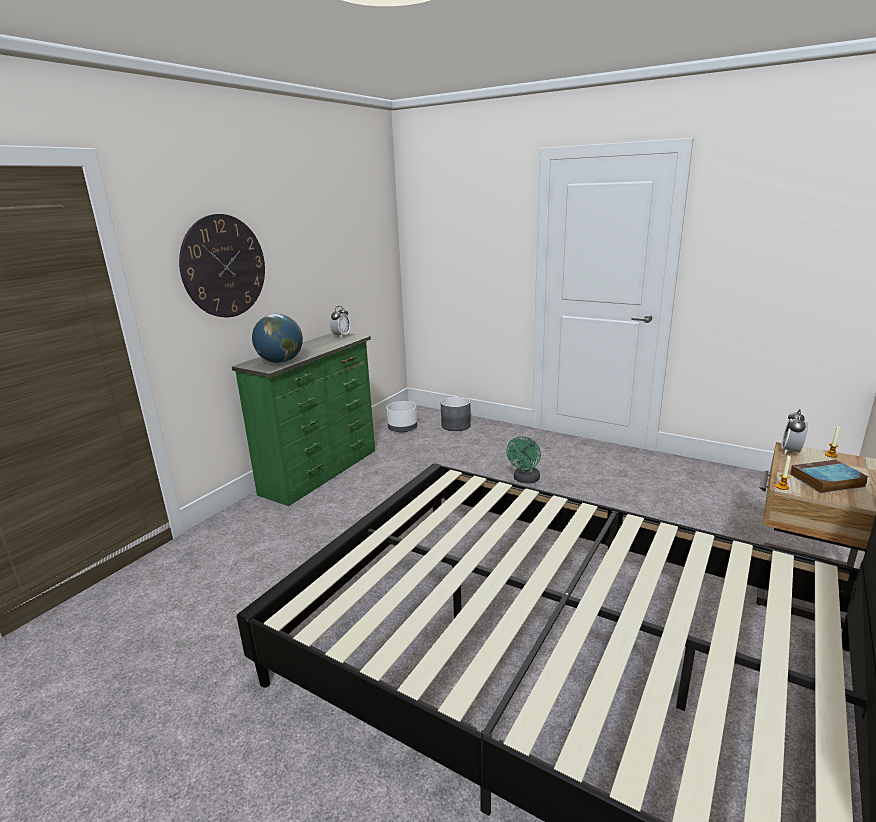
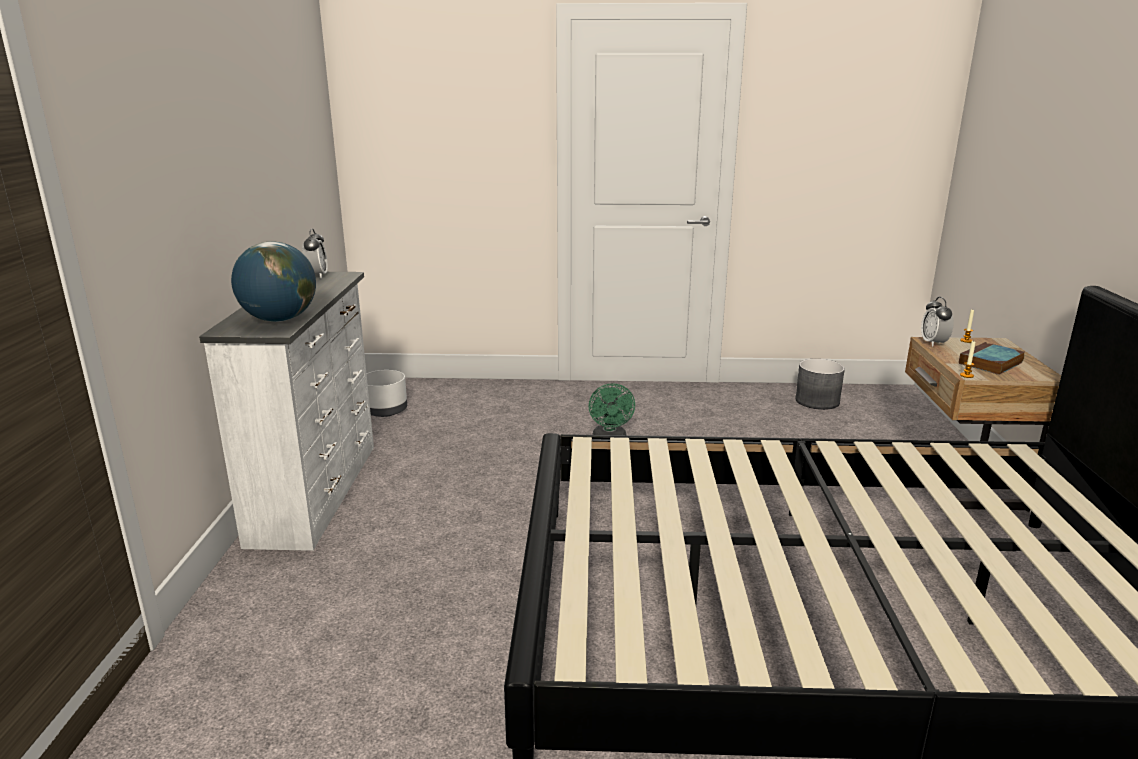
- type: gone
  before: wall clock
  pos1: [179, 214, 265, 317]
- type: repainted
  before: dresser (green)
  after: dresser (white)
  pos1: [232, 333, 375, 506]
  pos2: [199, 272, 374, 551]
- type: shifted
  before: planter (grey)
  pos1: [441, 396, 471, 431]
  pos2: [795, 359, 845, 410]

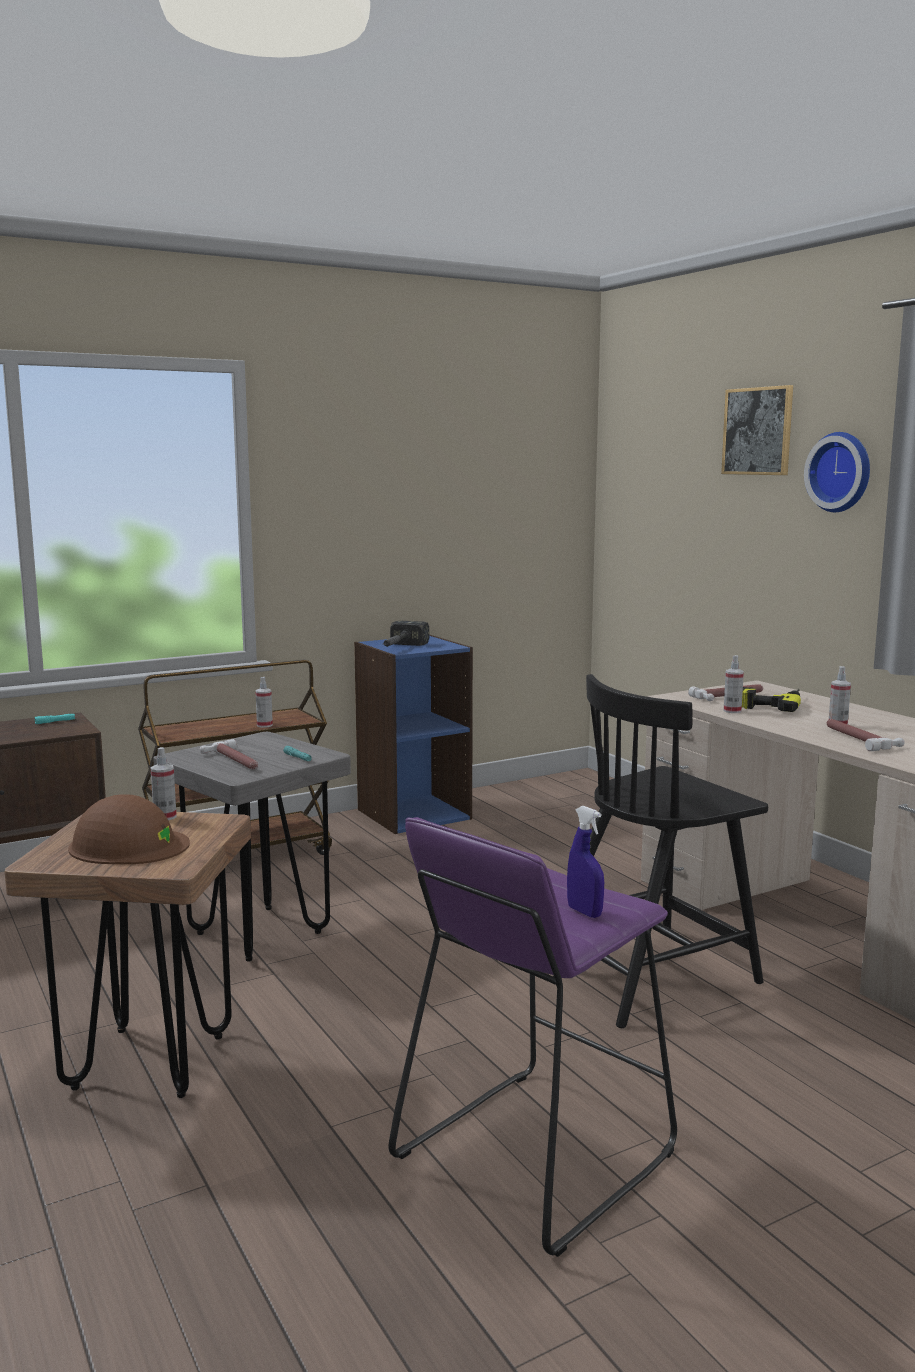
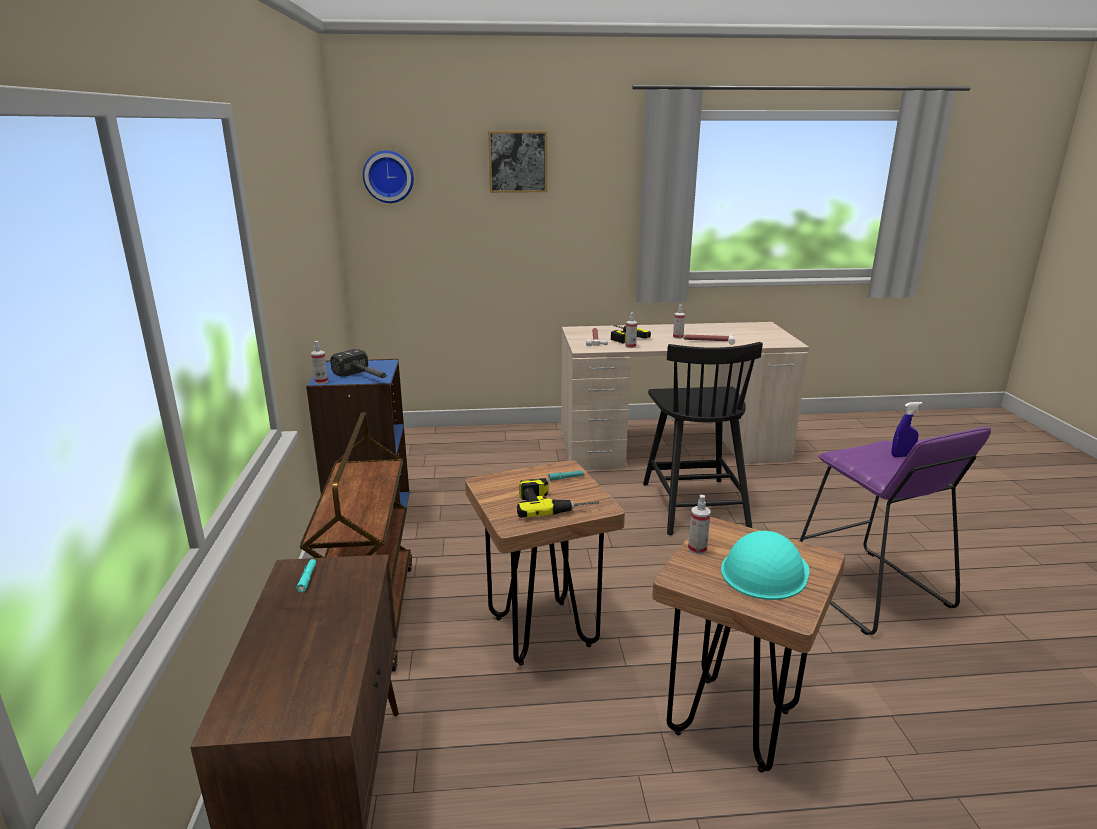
- type: repainted
  before: hard hat (brown)
  after: hard hat (turquoise)
  pos1: [68, 794, 190, 864]
  pos2: [721, 531, 810, 600]
- type: repainted
  before: stool (grey)
  after: stool (brown)
  pos1: [153, 732, 351, 962]
  pos2: [465, 460, 625, 665]
- type: swapped
  before: hammer
  after: power drill
  pos1: [200, 739, 258, 769]
  pos2: [517, 478, 599, 518]
- type: shifted
  before: spray bottle
  pos1: [255, 677, 273, 728]
  pos2: [311, 341, 328, 384]
- type: shifted
  before: wall clock
  pos1: [804, 432, 870, 512]
  pos2: [363, 150, 414, 203]

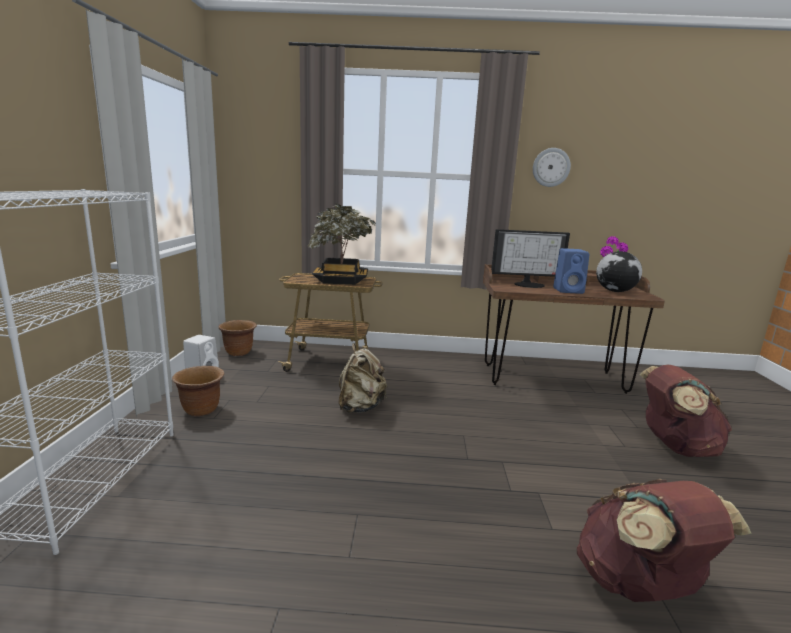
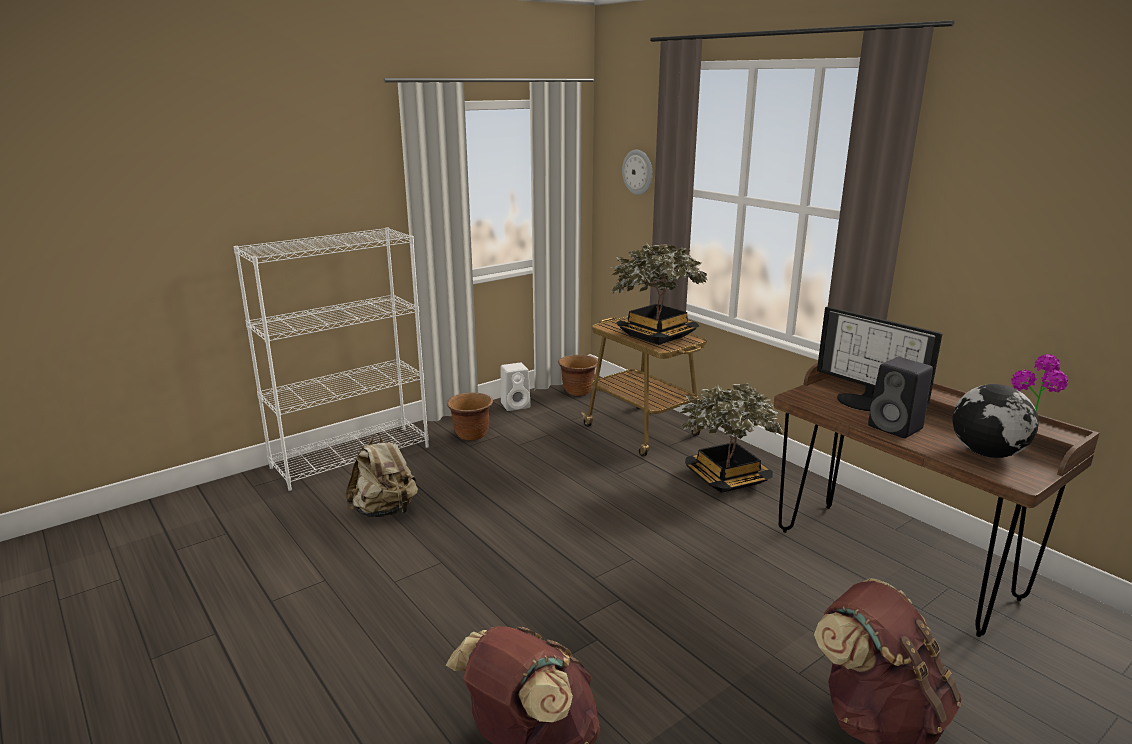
- type: shifted
  before: backpack (beige)
  pos1: [338, 343, 387, 413]
  pos2: [346, 433, 418, 517]
- type: shifted
  before: wall clock
  pos1: [533, 148, 571, 187]
  pos2: [622, 150, 653, 195]
- type: repainted
  before: speaker (blue)
  after: speaker (black)
  pos1: [553, 248, 589, 294]
  pos2: [868, 357, 933, 438]
- type: new
  after: potted plant
  pos2: [679, 383, 783, 493]

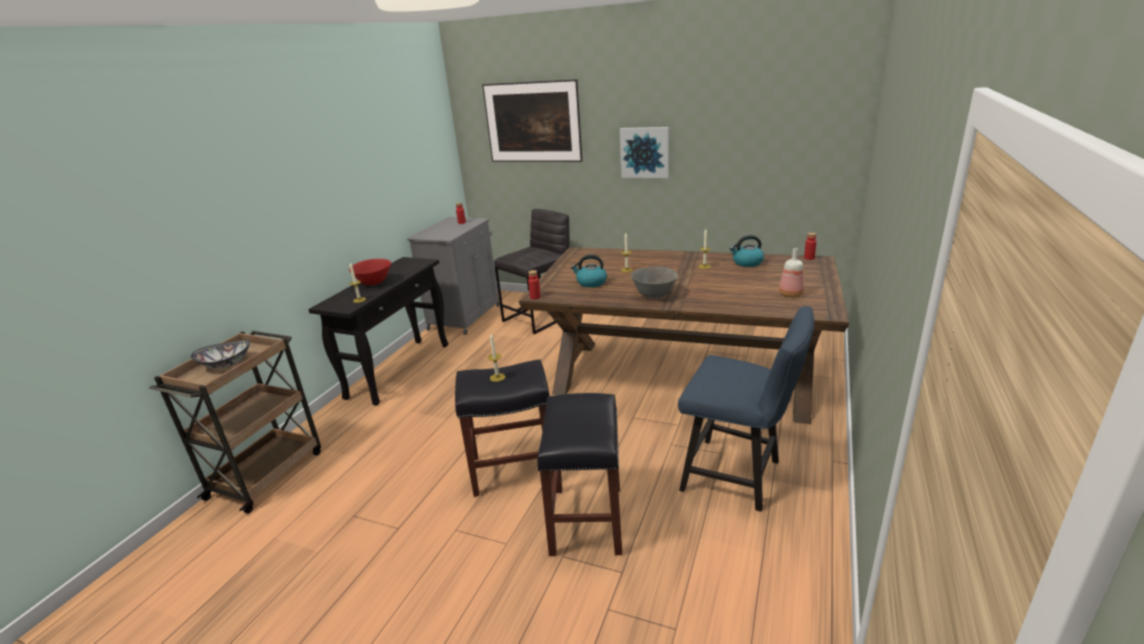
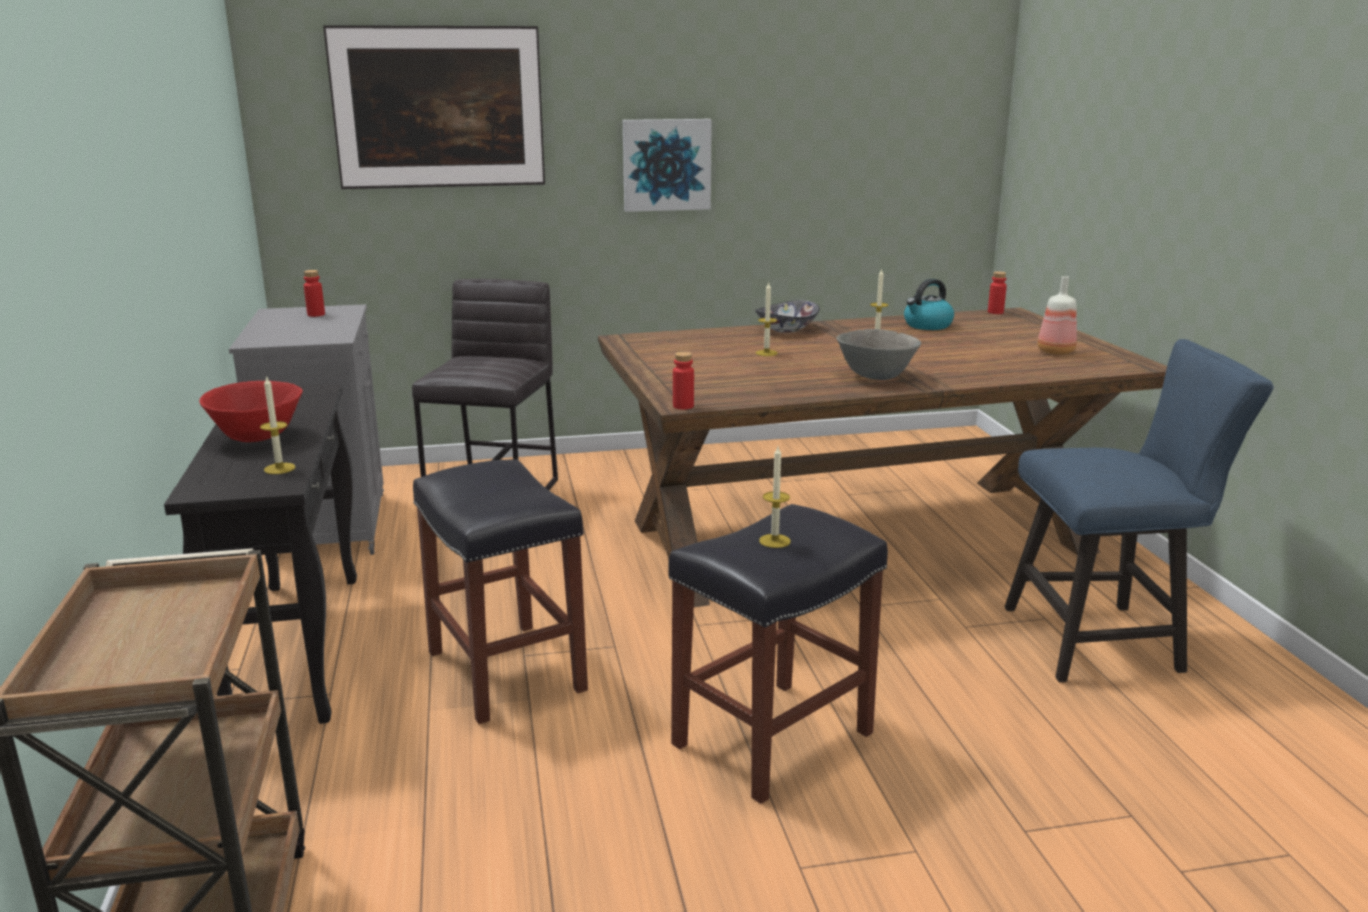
- type: shifted
  before: bowl
  pos1: [191, 340, 250, 368]
  pos2: [755, 300, 820, 333]
- type: shifted
  before: stool (black)
  pos1: [537, 393, 622, 556]
  pos2: [413, 459, 588, 724]
- type: gone
  before: kettle
  pos1: [571, 255, 607, 287]

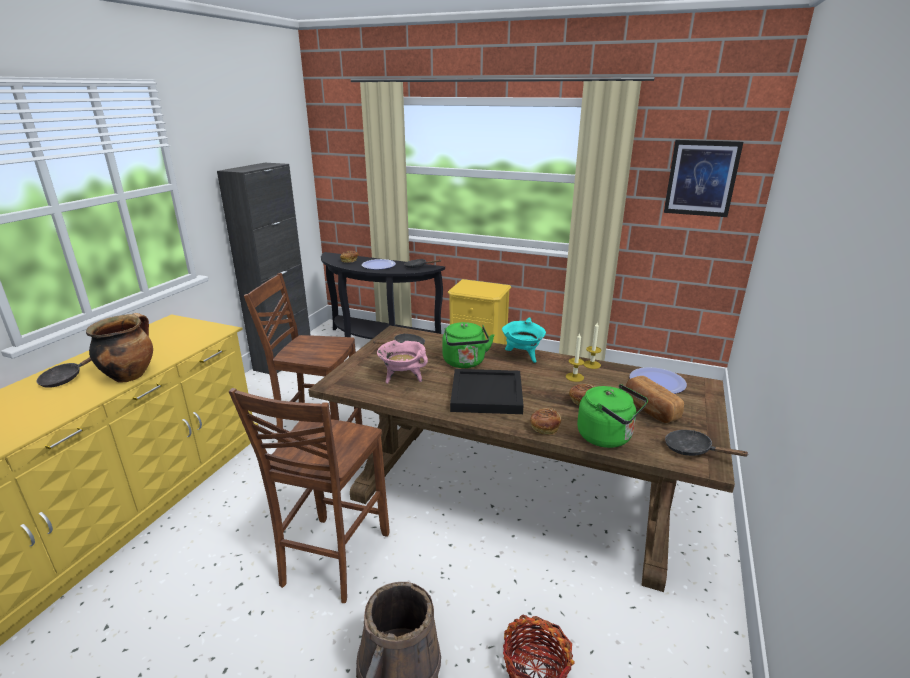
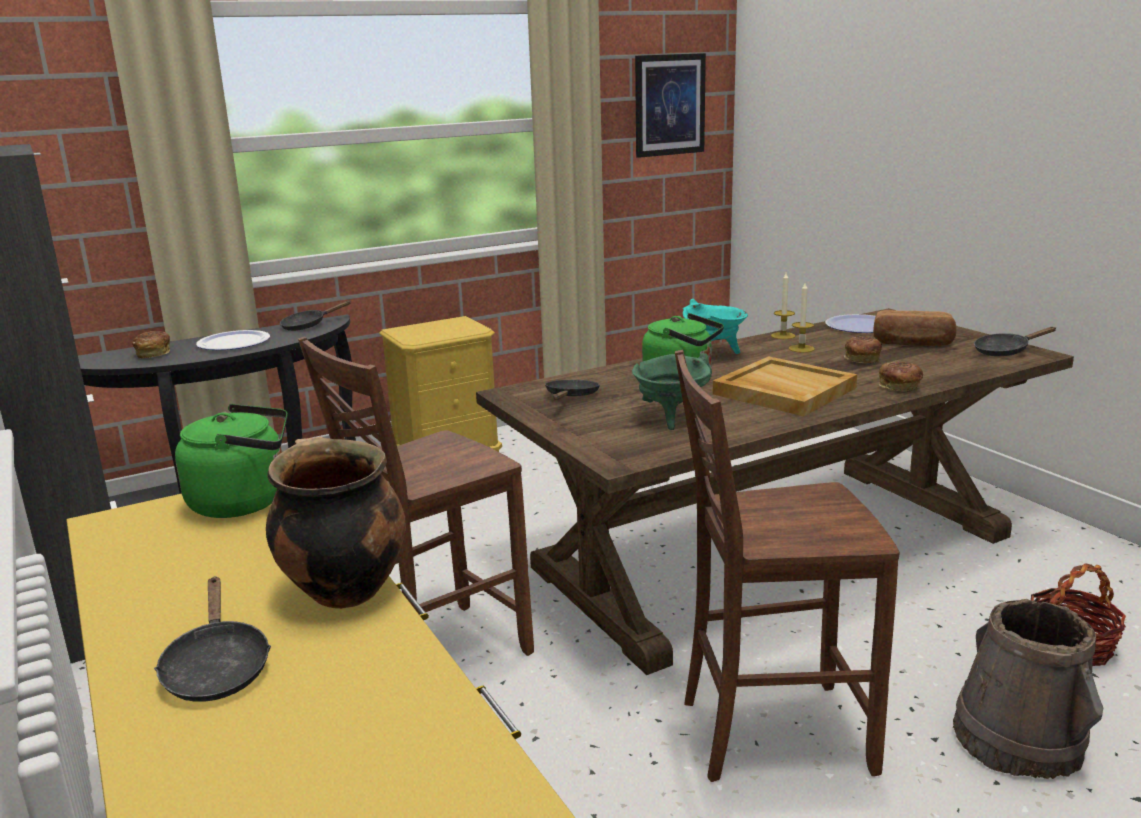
- type: rotated
  before: chair (brown)
  pos1: [229, 388, 390, 603]
  pos2: [675, 350, 900, 782]
  turn: 120
- type: repainted
  before: cooking pot (pink)
  after: cooking pot (green)
  pos1: [377, 340, 428, 384]
  pos2: [632, 353, 712, 430]
- type: repainted
  before: tray (black)
  after: tray (beige)
  pos1: [450, 369, 524, 414]
  pos2: [713, 356, 857, 416]
- type: shifted
  before: kettle (green)
  pos1: [577, 384, 648, 448]
  pos2: [175, 404, 288, 518]

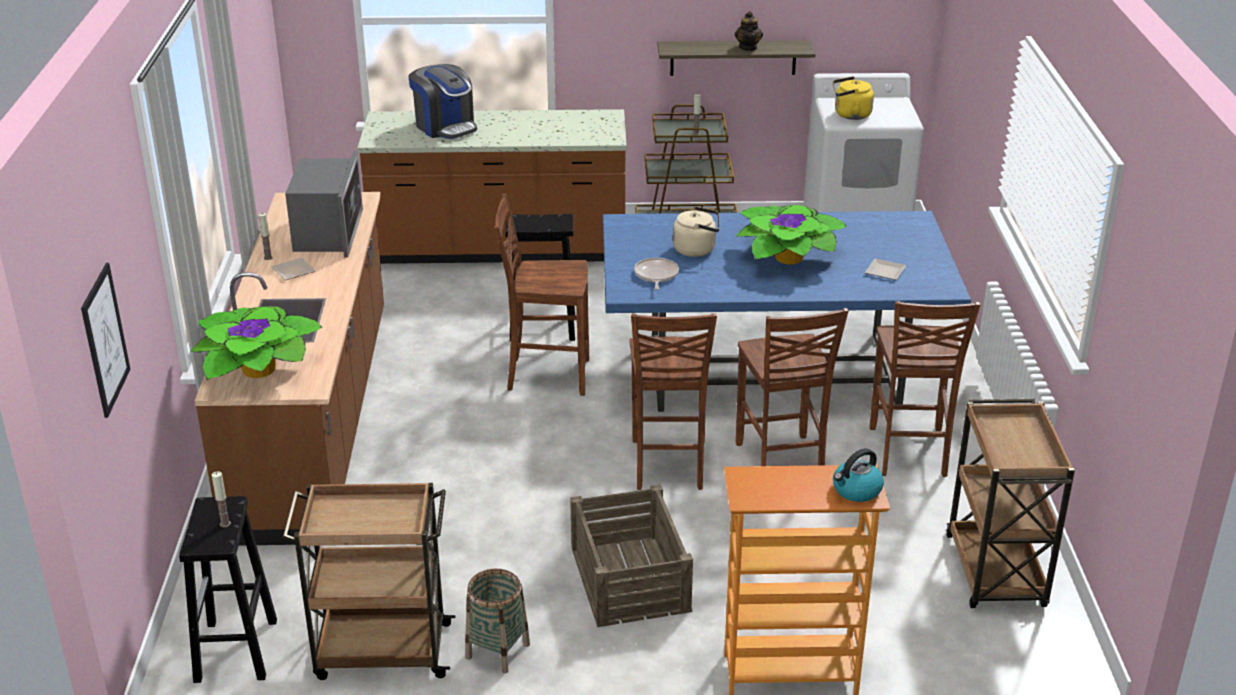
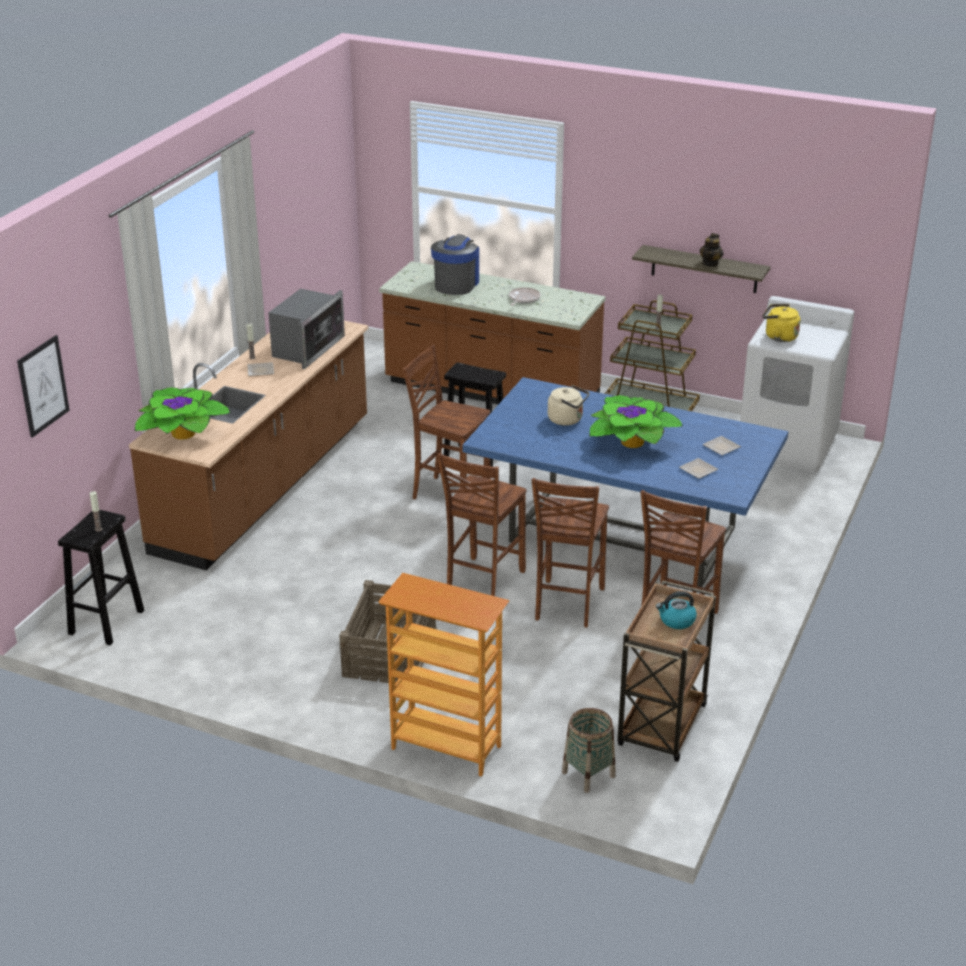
- type: gone
  before: cart (brown)
  pos1: [282, 483, 455, 680]
- type: rotated
  before: coffee machine
  pos1: [408, 64, 477, 139]
  pos2: [431, 234, 479, 295]
  turn: -150
- type: shifted
  before: basket
  pos1: [465, 569, 530, 673]
  pos2: [562, 708, 616, 793]
- type: shifted
  before: frying pan
  pos1: [634, 258, 679, 290]
  pos2: [509, 287, 541, 306]
- type: shifted
  before: kettle
  pos1: [833, 448, 884, 502]
  pos2: [656, 591, 697, 629]
- type: new
  after: plate
  pos2: [703, 436, 741, 455]

